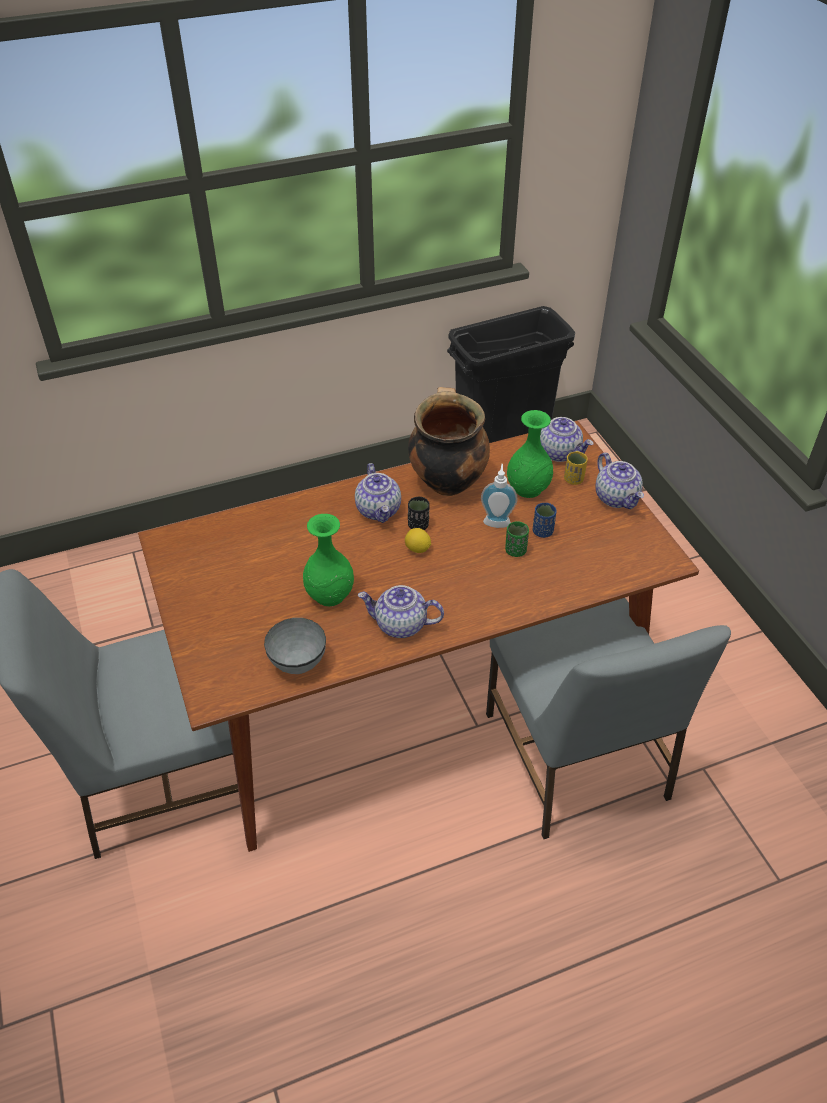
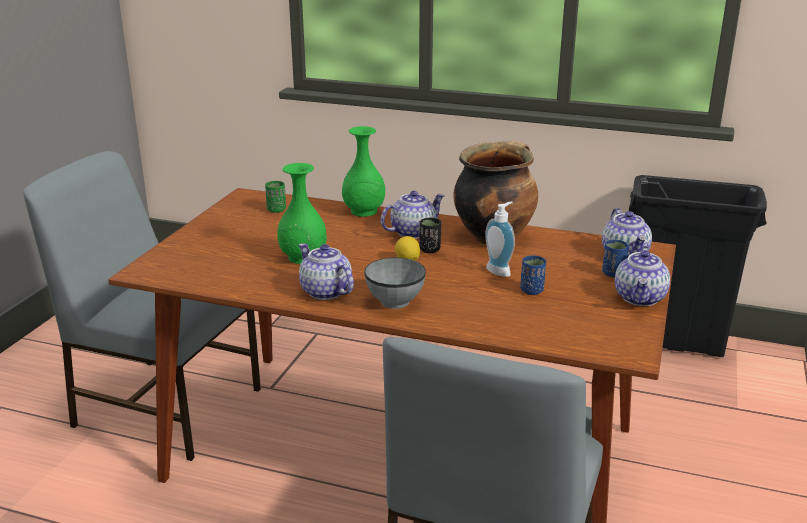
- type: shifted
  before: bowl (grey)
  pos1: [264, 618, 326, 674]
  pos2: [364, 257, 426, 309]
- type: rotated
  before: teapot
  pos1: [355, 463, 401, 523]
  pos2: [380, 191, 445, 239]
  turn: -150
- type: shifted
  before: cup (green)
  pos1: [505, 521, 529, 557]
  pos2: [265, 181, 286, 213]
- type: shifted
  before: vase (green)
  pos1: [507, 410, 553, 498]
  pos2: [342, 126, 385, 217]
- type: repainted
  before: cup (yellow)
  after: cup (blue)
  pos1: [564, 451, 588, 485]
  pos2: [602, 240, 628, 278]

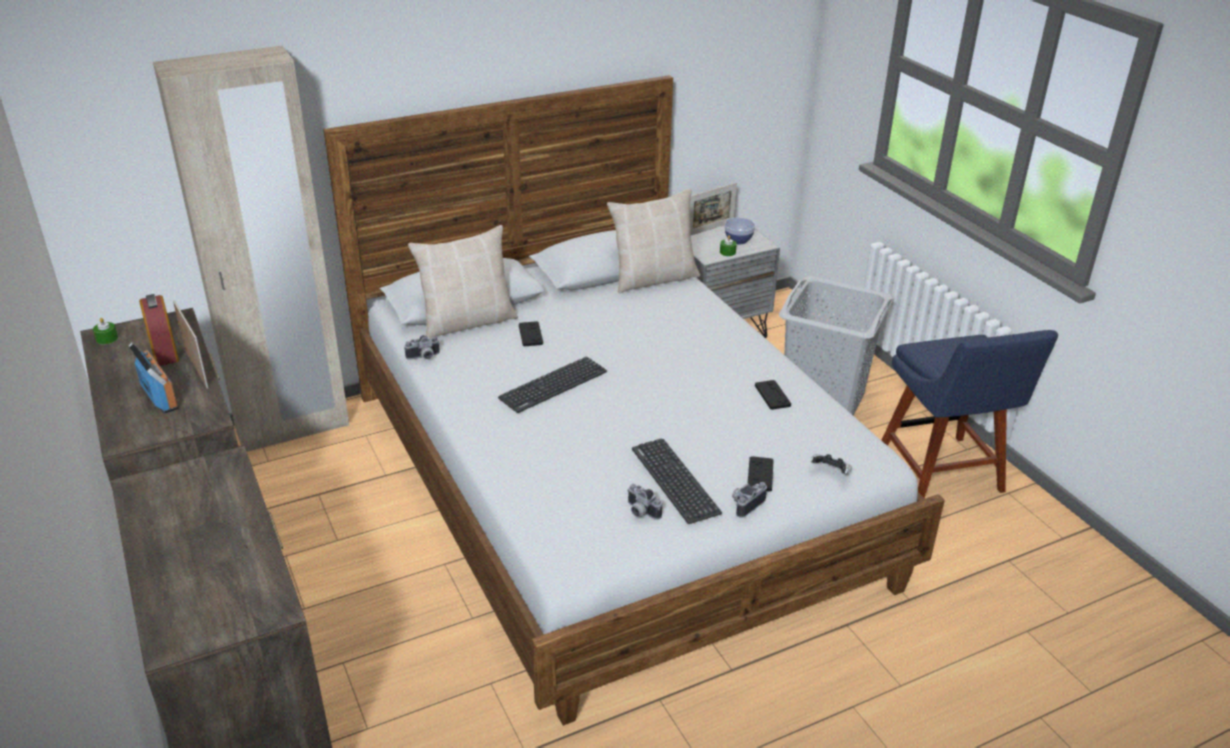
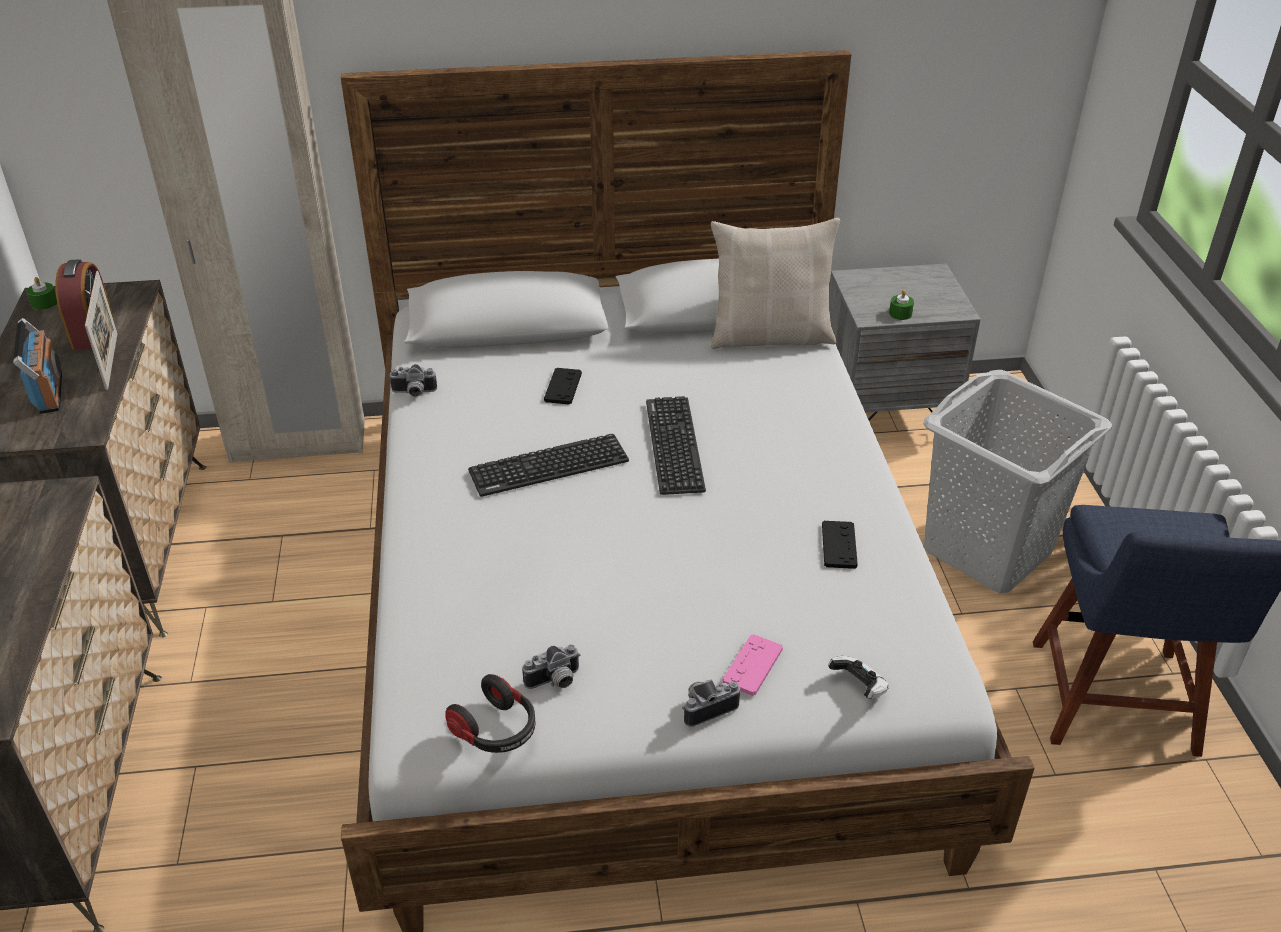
- type: gone
  before: pillow (beige)
  pos1: [408, 225, 518, 339]
- type: rotated
  before: photo camera
  pos1: [627, 484, 662, 520]
  pos2: [522, 644, 580, 689]
  turn: -90
- type: shifted
  before: keyboard
  pos1: [632, 438, 722, 524]
  pos2: [646, 396, 706, 495]
- type: gone
  before: picture frame
  pos1: [690, 183, 737, 235]
- type: gone
  before: bowl
  pos1: [725, 217, 755, 244]
- type: repainted
  before: game controller (black)
  after: game controller (pink)
  pos1: [748, 456, 774, 492]
  pos2: [722, 634, 783, 696]
- type: new
  after: headphones
  pos2: [445, 674, 536, 753]

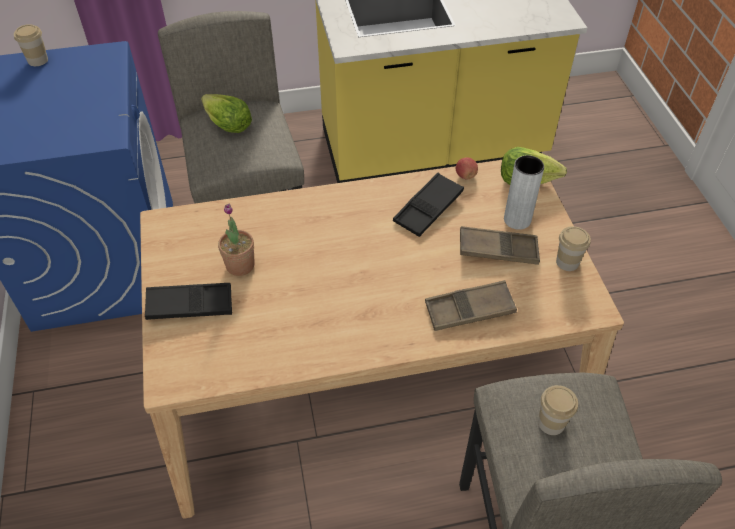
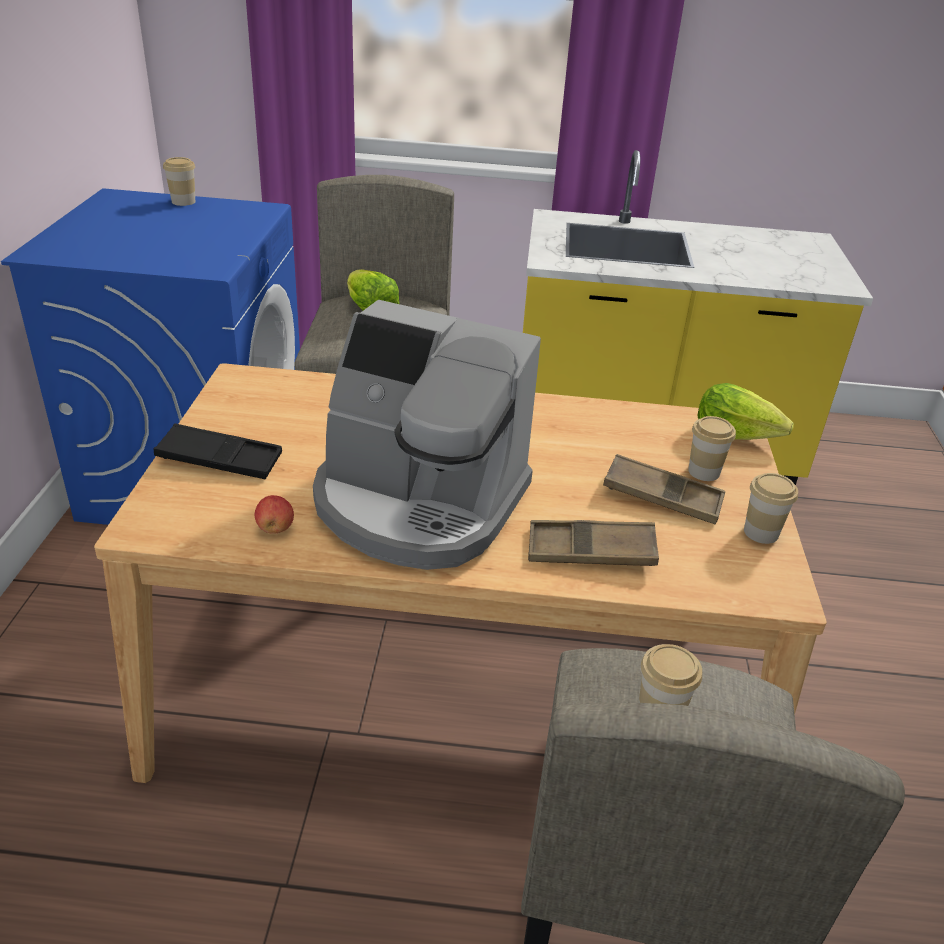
- type: gone
  before: potted plant
  pos1: [218, 203, 255, 276]
- type: gone
  before: tray (black)
  pos1: [393, 173, 464, 237]
- type: shifted
  before: apple
  pos1: [456, 157, 478, 180]
  pos2: [255, 495, 294, 534]
- type: swapped
  before: vase (grey)
  after: cup
  pos1: [504, 155, 544, 230]
  pos2: [688, 416, 736, 481]
- type: new
  after: coffee machine
  pos2: [313, 300, 541, 570]

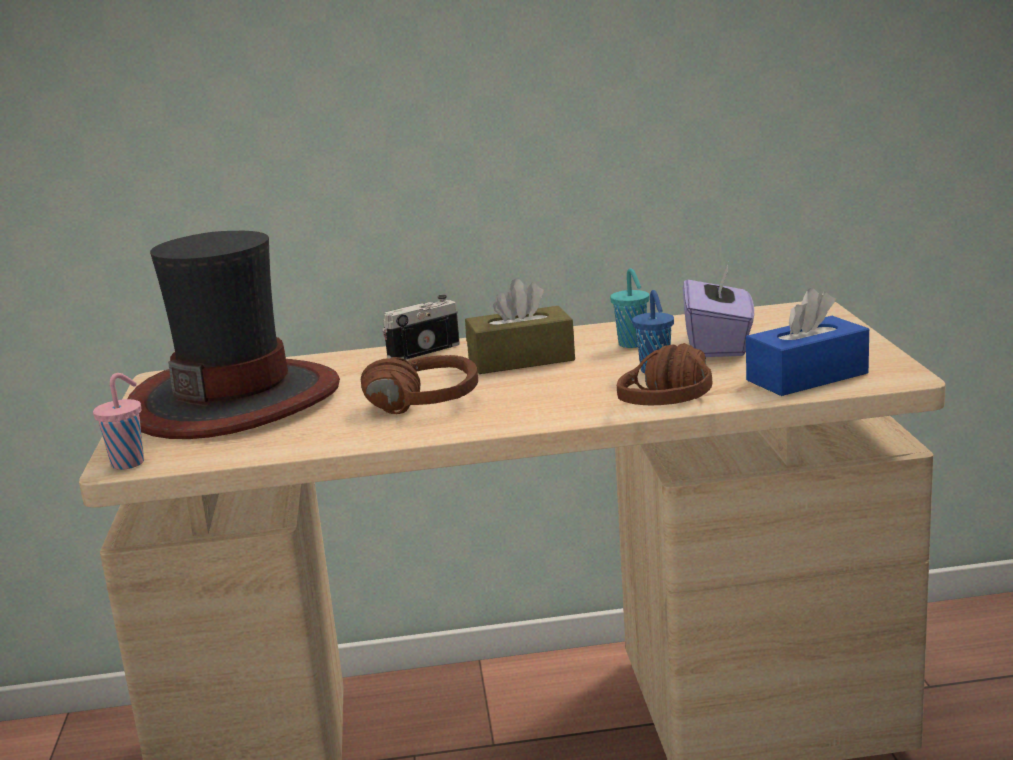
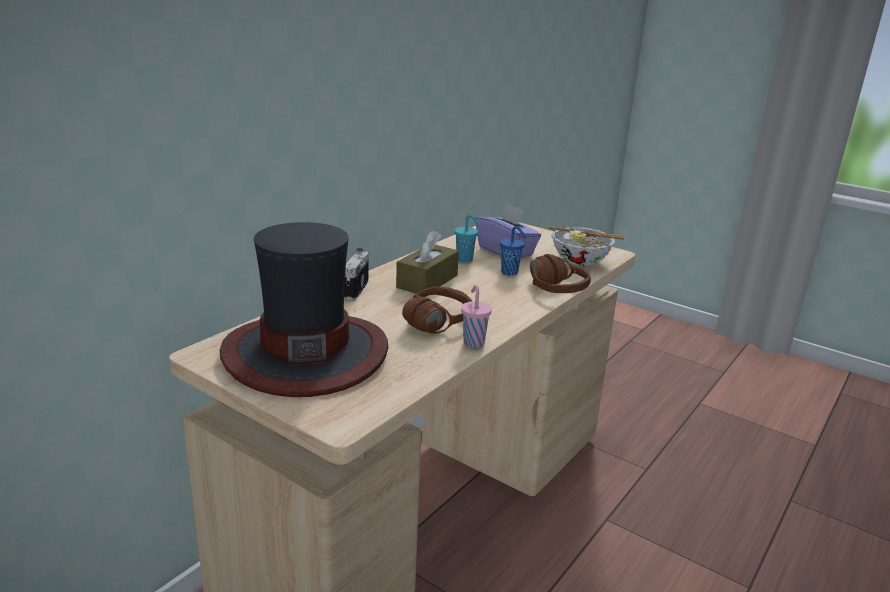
- type: shifted
  before: cup (pink)
  pos1: [93, 373, 144, 470]
  pos2: [461, 285, 492, 348]
- type: swapped
  before: tissue box (blue)
  after: bowl
  pos1: [746, 288, 869, 396]
  pos2: [548, 226, 624, 266]

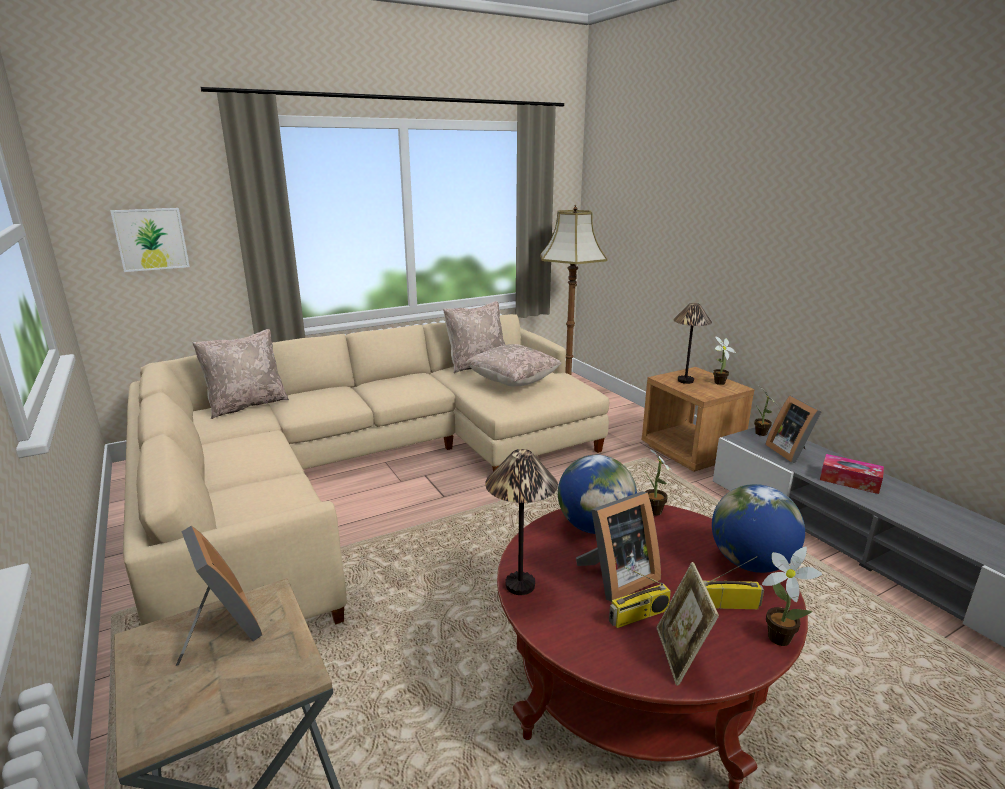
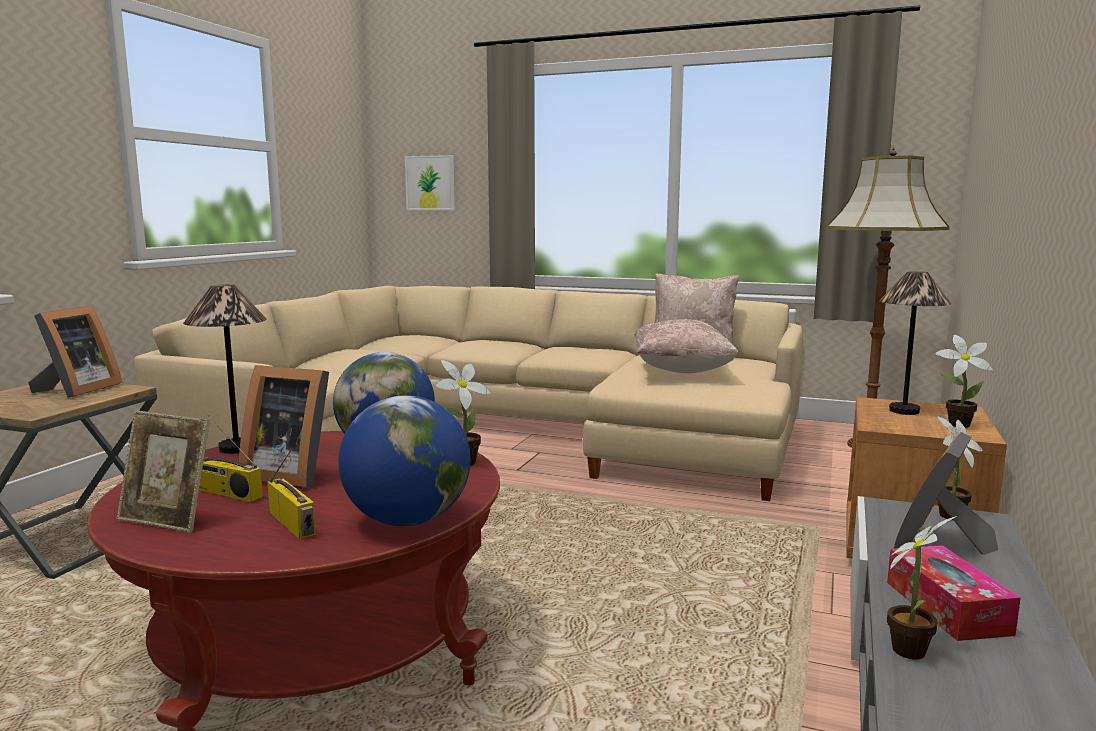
- type: gone
  before: pillow (beige)
  pos1: [192, 329, 289, 419]
- type: rotated
  before: picture frame
  pos1: [657, 562, 719, 685]
  pos2: [117, 410, 210, 533]
  turn: -120
- type: shifted
  before: potted plant
  pos1: [762, 547, 823, 646]
  pos2: [887, 516, 957, 660]

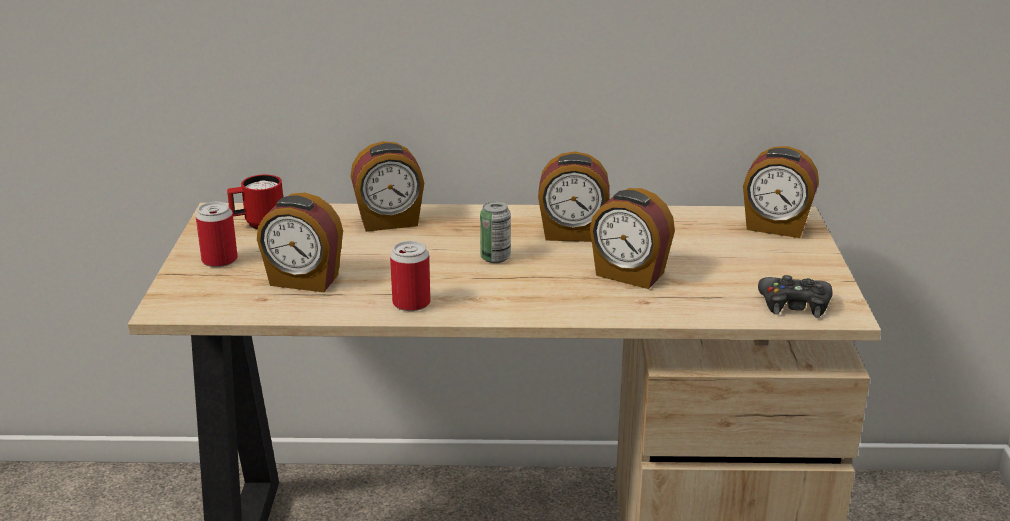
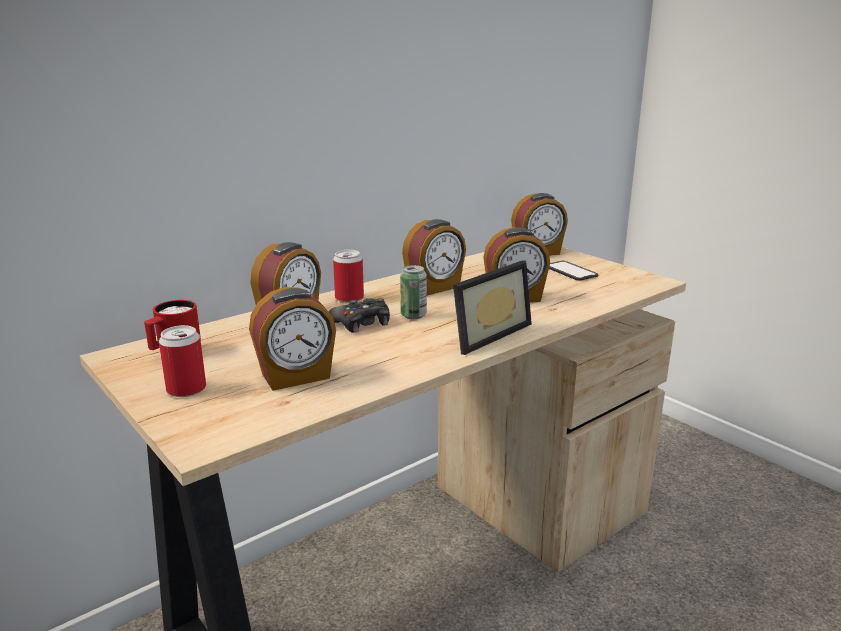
- type: shifted
  before: can
  pos1: [390, 241, 431, 311]
  pos2: [333, 250, 364, 303]
- type: shifted
  before: game controller (black)
  pos1: [758, 275, 833, 317]
  pos2: [328, 298, 390, 333]
- type: new
  after: picture frame
  pos2: [453, 260, 532, 355]
- type: new
  after: phone
  pos2: [549, 261, 598, 281]

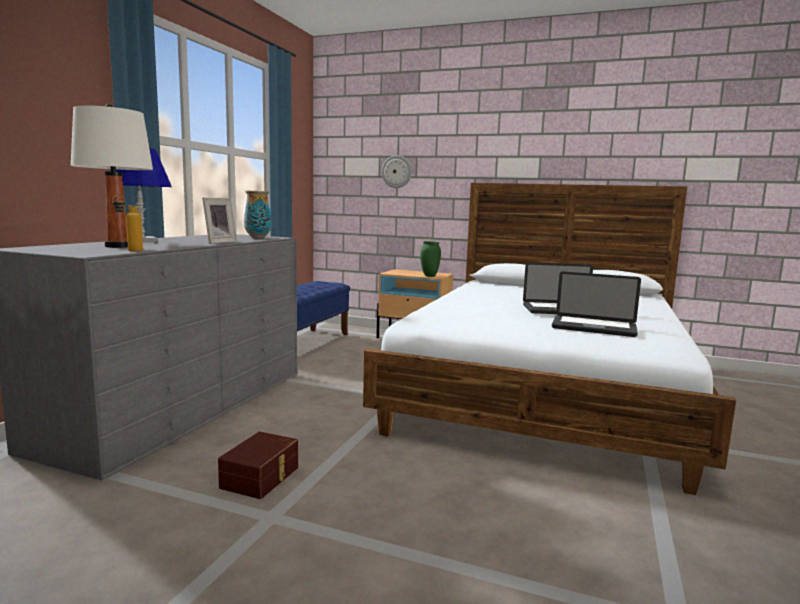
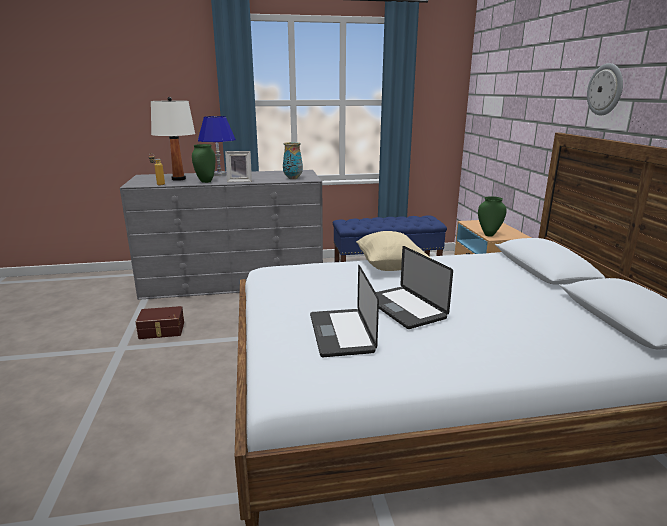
- type: shifted
  before: wall clock
  pos1: [382, 155, 412, 188]
  pos2: [587, 63, 623, 116]
- type: new
  after: vase (green)
  pos2: [192, 144, 215, 183]
- type: new
  after: pillow (beige)
  pos2: [356, 231, 430, 271]

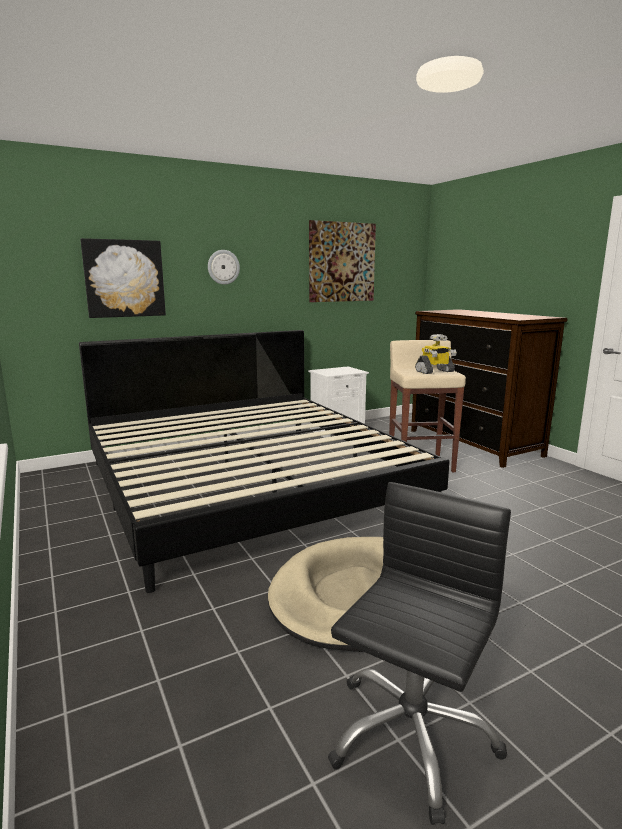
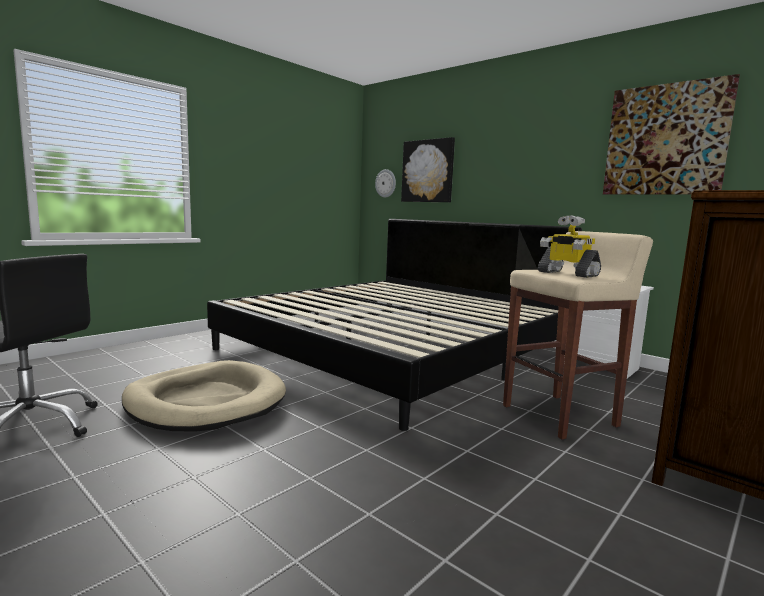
- type: shifted
  before: wall clock
  pos1: [208, 250, 240, 285]
  pos2: [375, 169, 396, 198]

